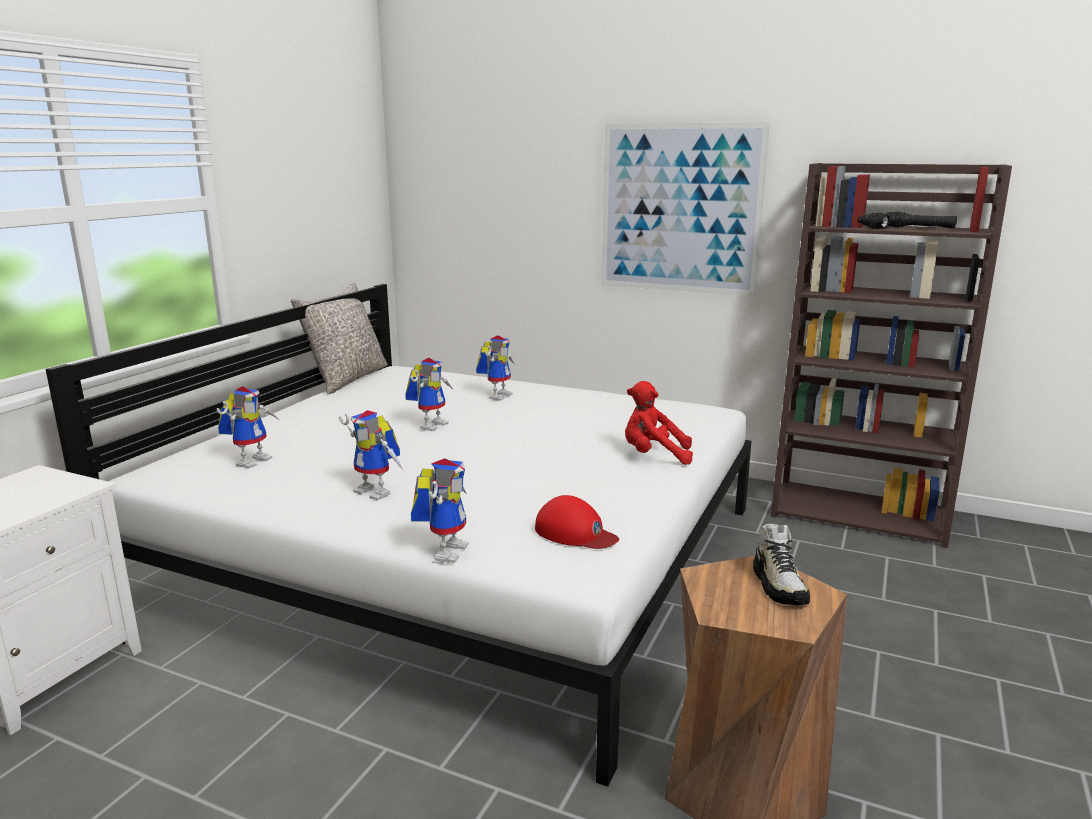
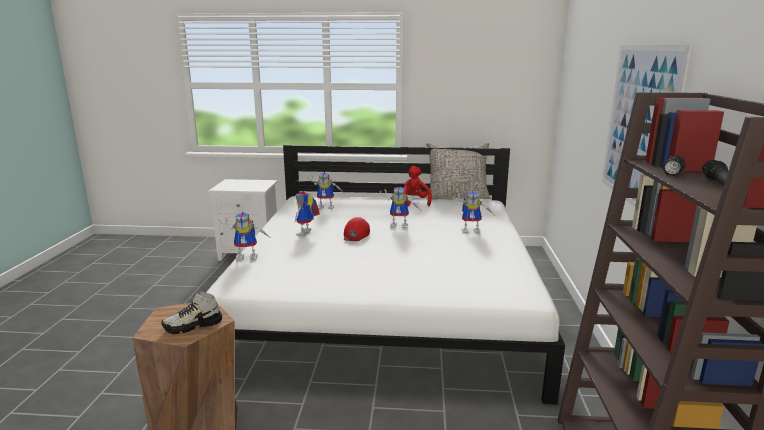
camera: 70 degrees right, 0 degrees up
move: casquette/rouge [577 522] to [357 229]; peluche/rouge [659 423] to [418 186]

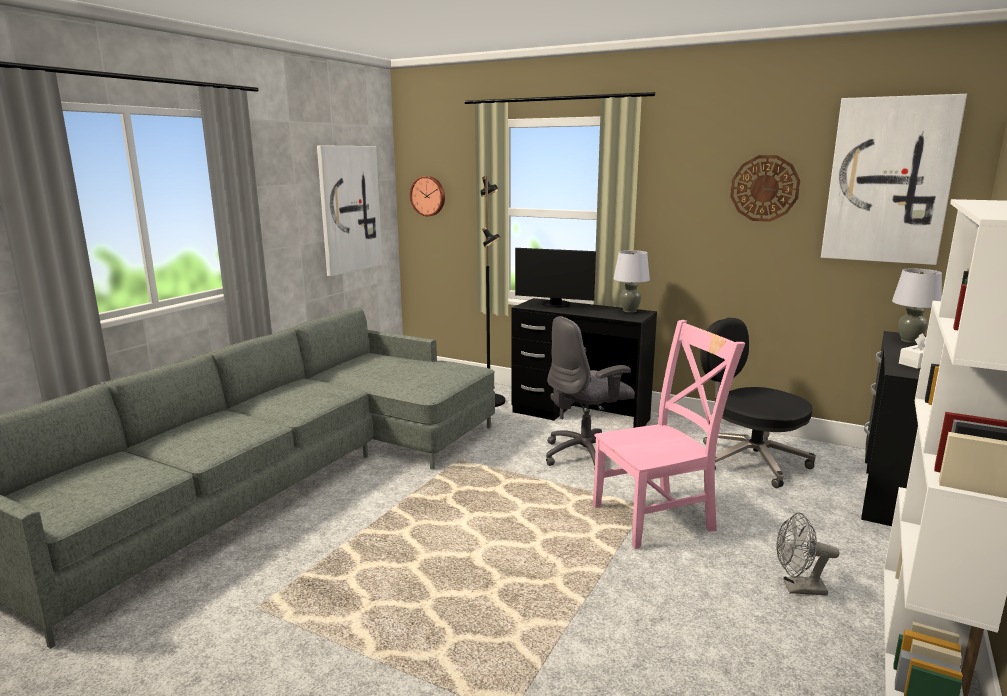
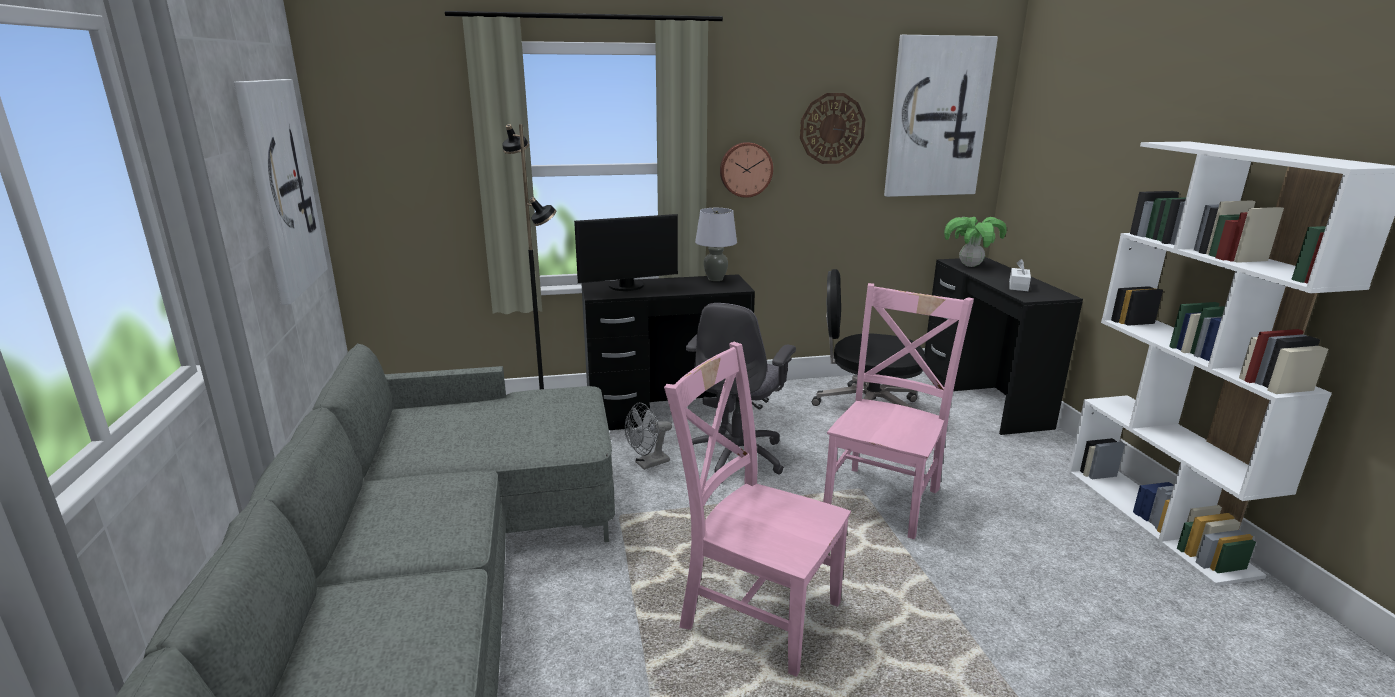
camera: 40 degrees left, 5 degrees up
insert: chaise/rose [757 509]
move: horloge murale [427 196] to [746 170]; ventilateur/gris [807 554] to [648 436]
replace: lampe de table/gris [917 305] to plante en pot [975 242]

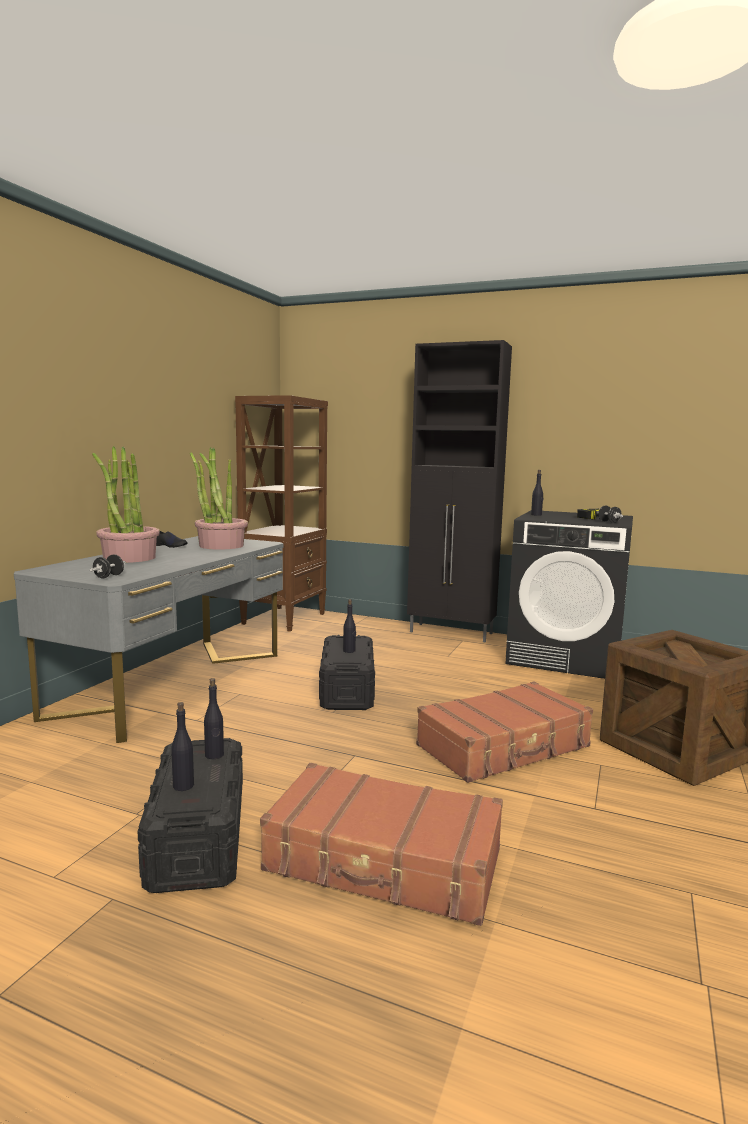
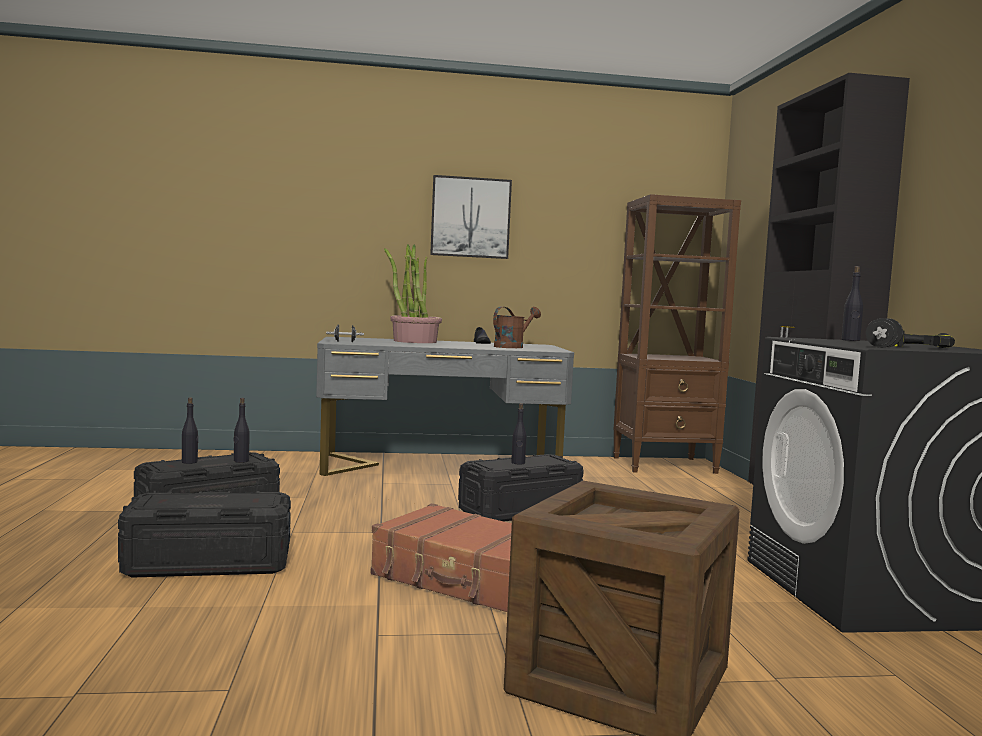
camera: 60 degrees right, 5 degrees down
insert: tableau [471 217]
replace: plante en pot [219 498] to arrosoir/marron [517 327]; valise/marron [381 844] to boîte de rangement/noir [204 534]

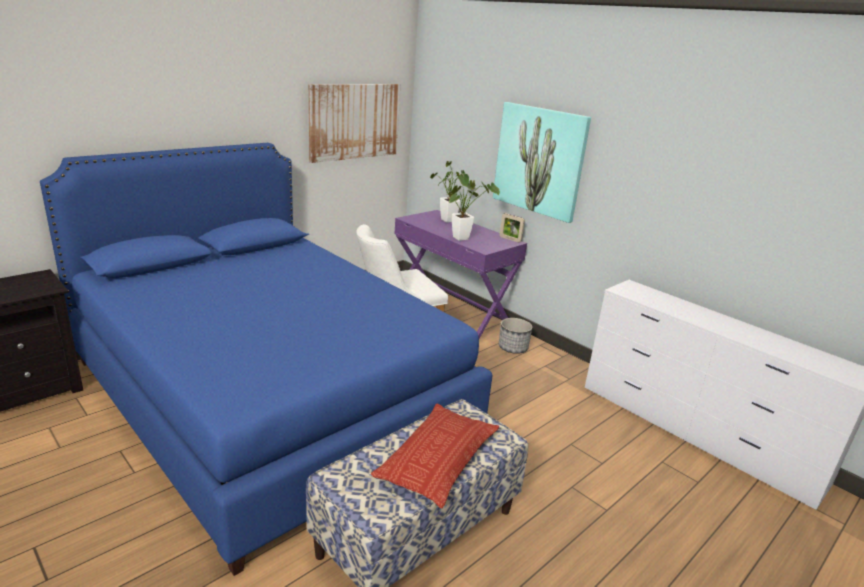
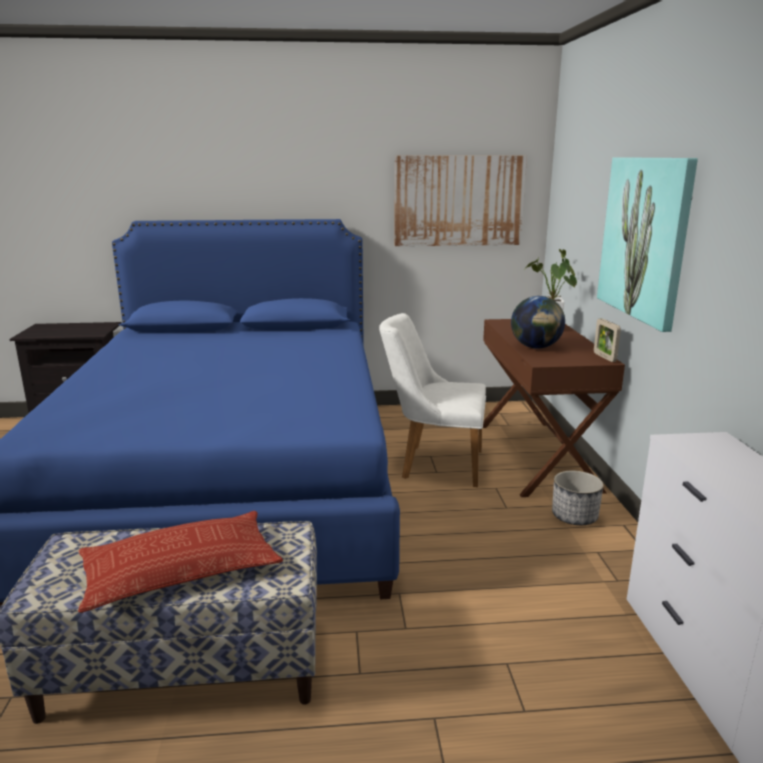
camera: 40 degrees right, 5 degrees down
replace: plante en pot [469 209] to globe [538 322]
recolor: bureau/violet [460 274] to bureau/marron [554 408]

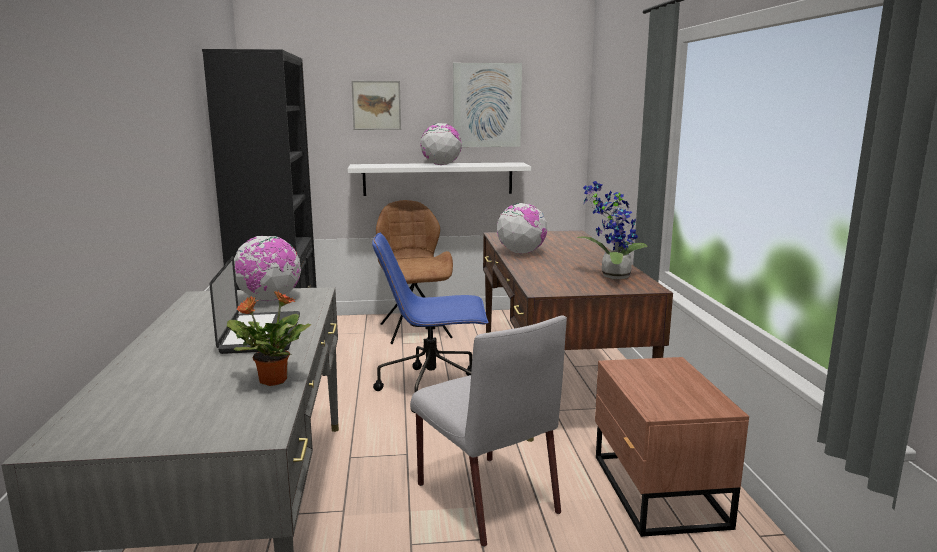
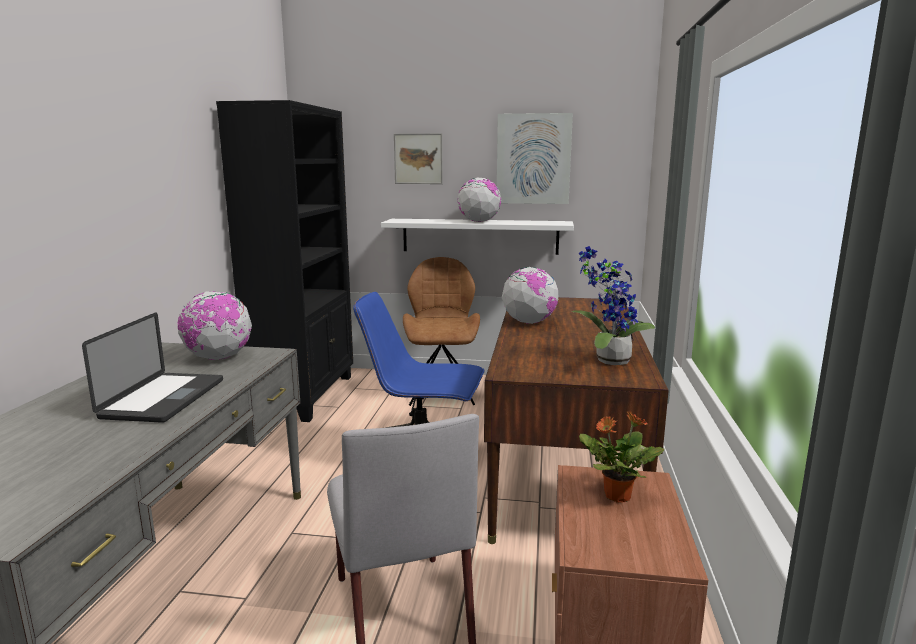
camera: 15 degrees right, 0 degrees up
move: plante en pot [269 338] to [621 457]

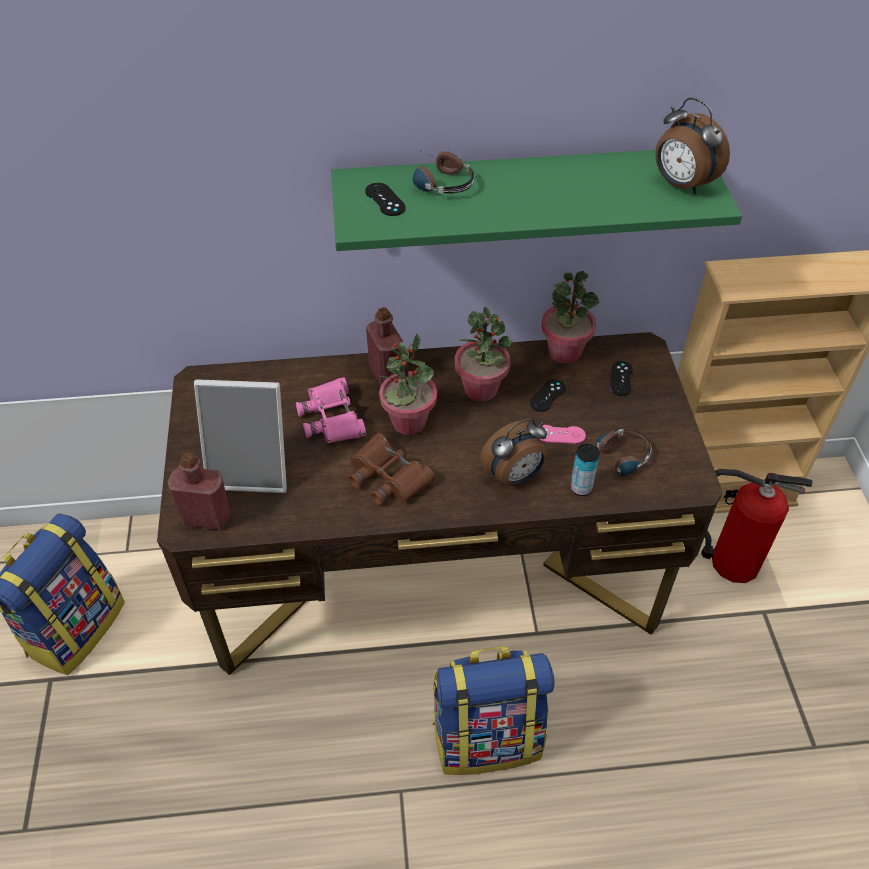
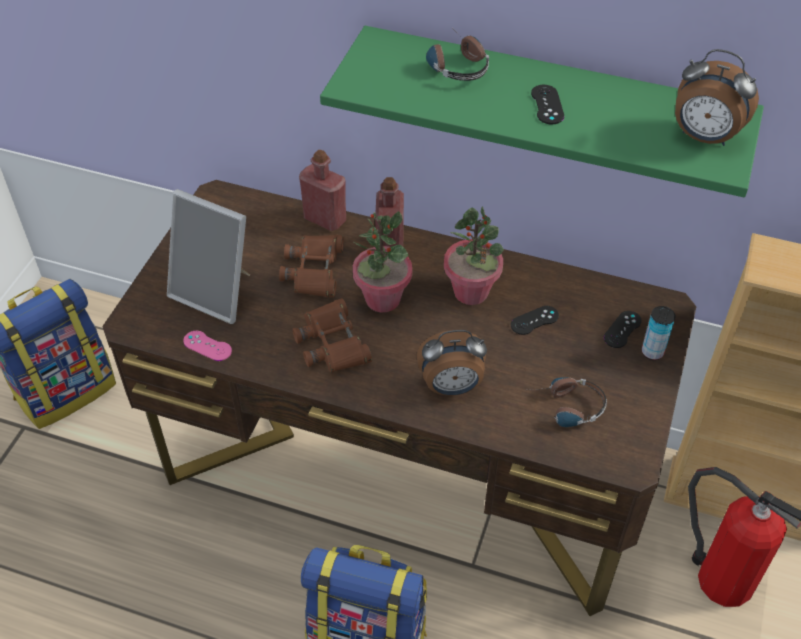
camera: 25 degrees right, 0 degrees up
delete: plante en pot [570 317]
move: bouteille/rouge [199 491] to [322 190]; manette/noir [385 199] to [547 104]; manette/rose [563 434] to [207 346]; boîte métallique [585 469] to [659 333]
recolor: jumelles/rose [331 410] to jumelles/marron [311 266]
rotate: réveil [692 146] = [717 97] 45 degrees counterclockwise

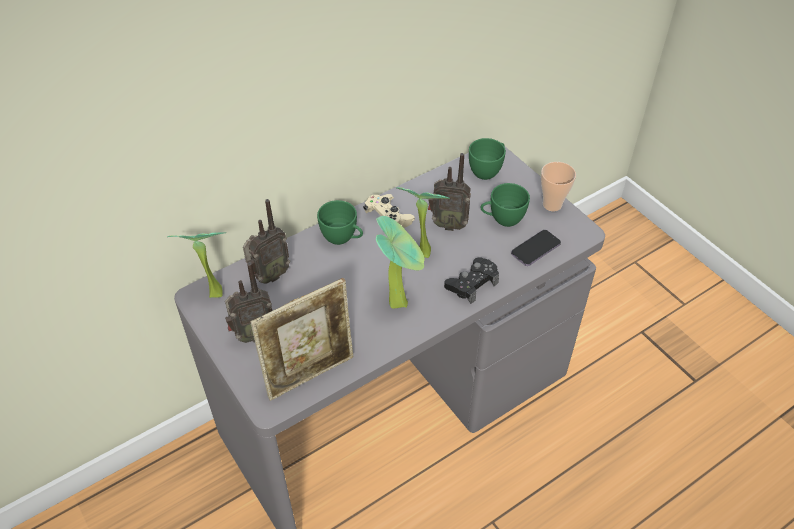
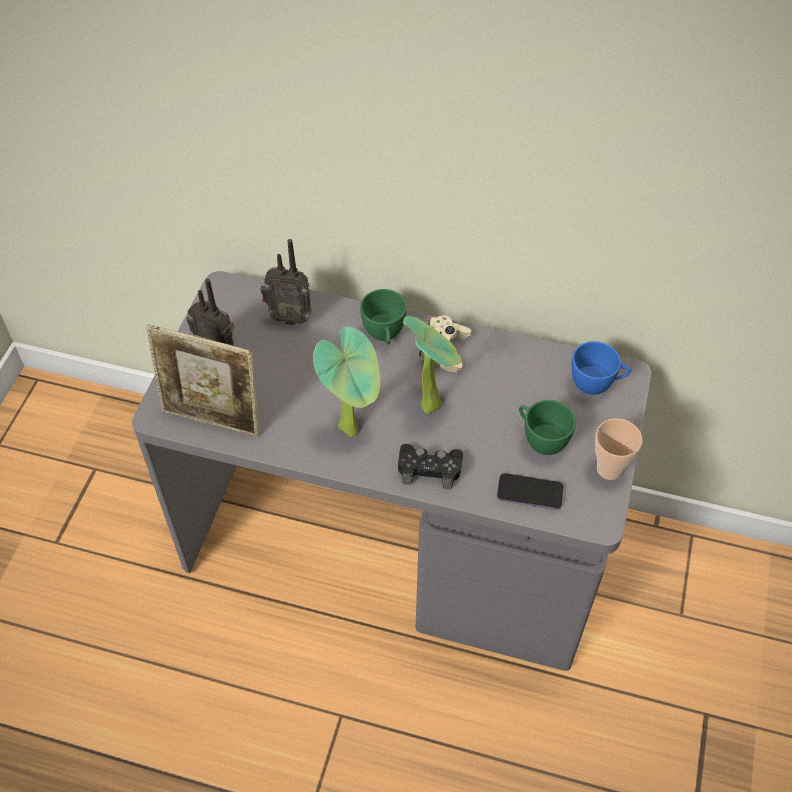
camera: 50 degrees right, 5 degrees up
delete: plante en pot [196 265]; radio [449 192]
recolor: tasse/vert [487 159] to tasse/bleu [601 368]

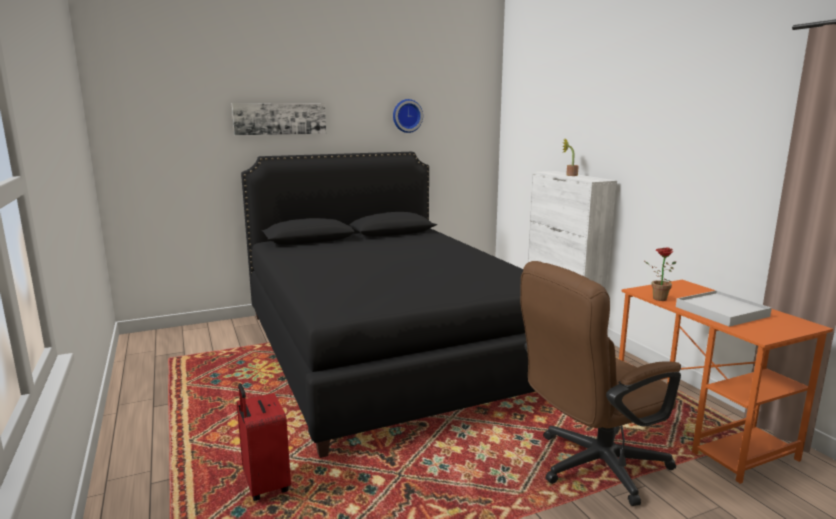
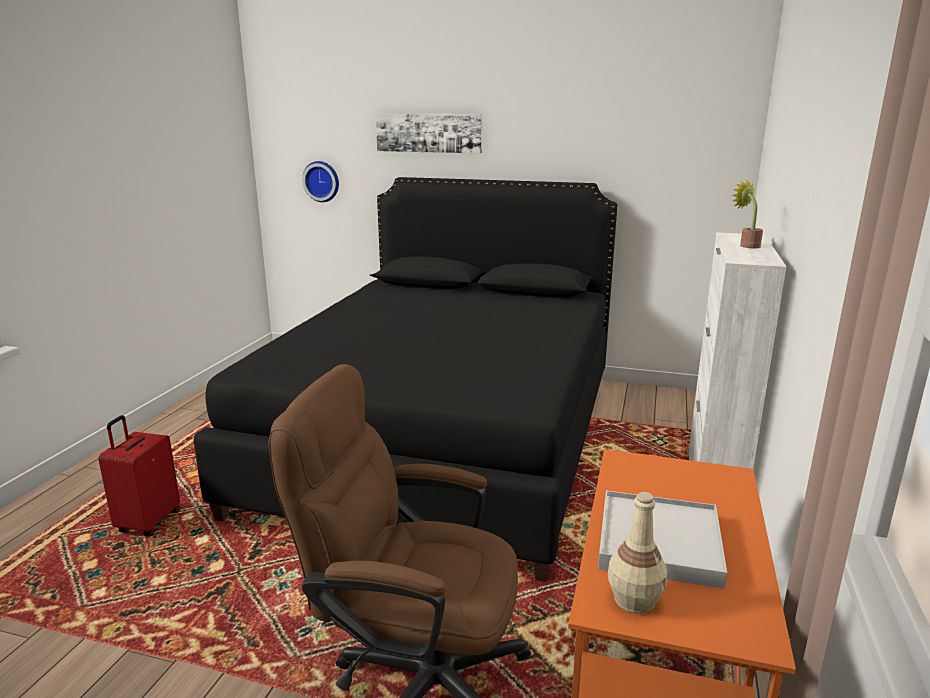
camera: 40 degrees right, 5 degrees up
delete: plante en pot [659 274]
insert: bouteille/beige [637 553]
move: horloge murale [408 116] to [320 181]

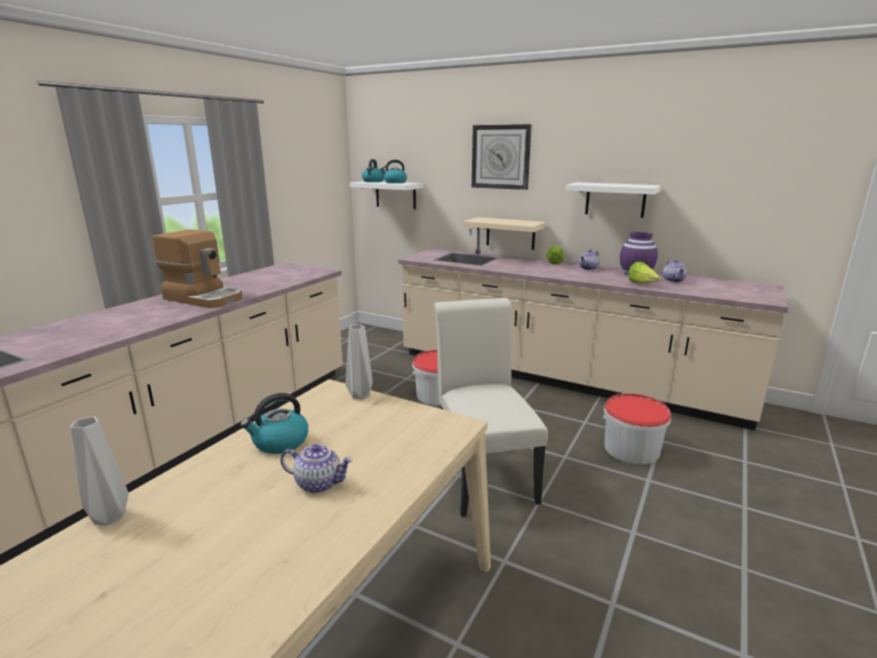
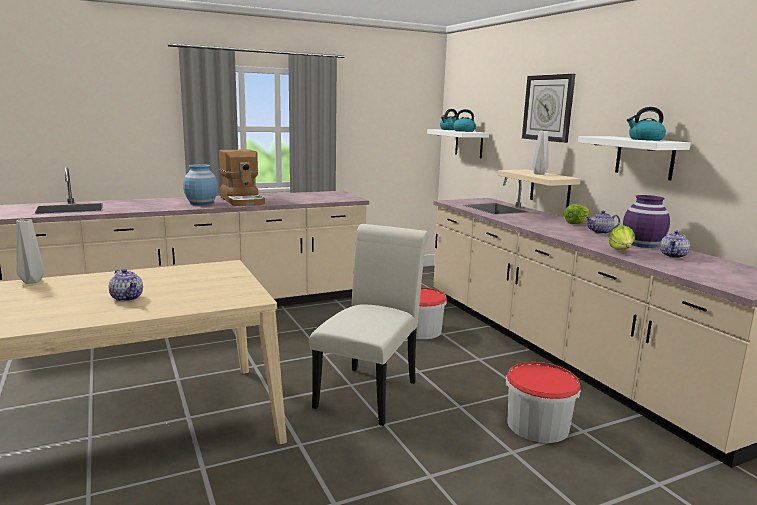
camera: 35 degrees right, 5 degrees down
insert: vase/bleu [200 184]
move: bouilloire [274 423] to [646 124]; vase/gris [359 361] to [540 153]

